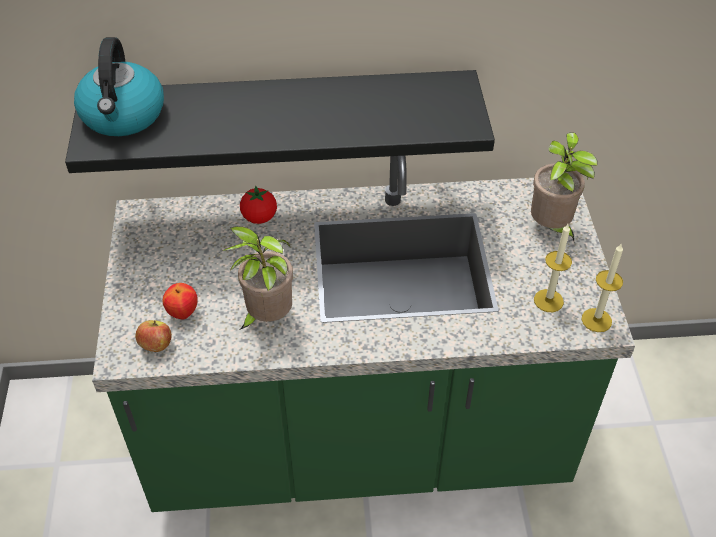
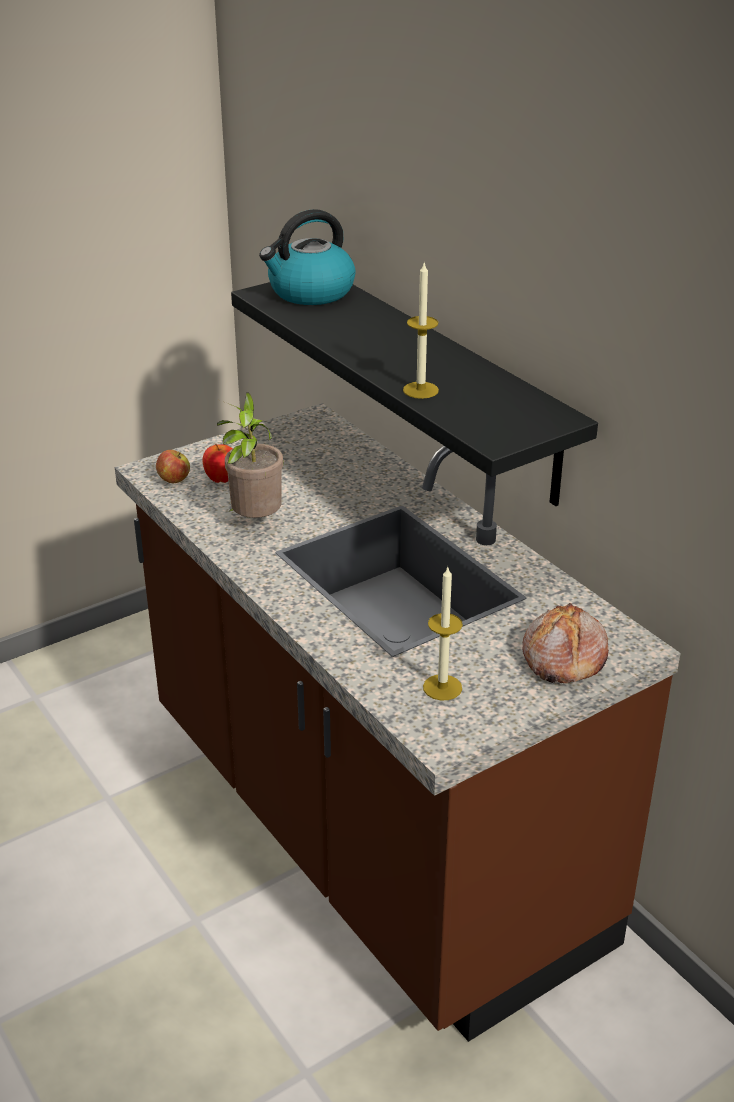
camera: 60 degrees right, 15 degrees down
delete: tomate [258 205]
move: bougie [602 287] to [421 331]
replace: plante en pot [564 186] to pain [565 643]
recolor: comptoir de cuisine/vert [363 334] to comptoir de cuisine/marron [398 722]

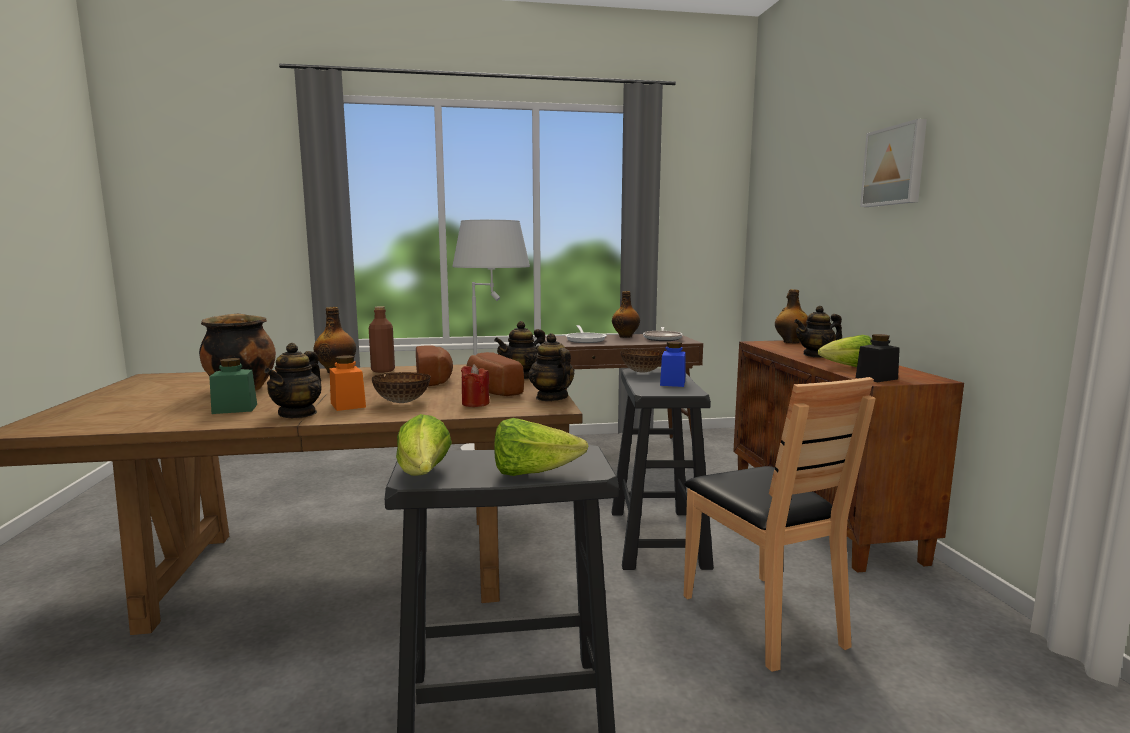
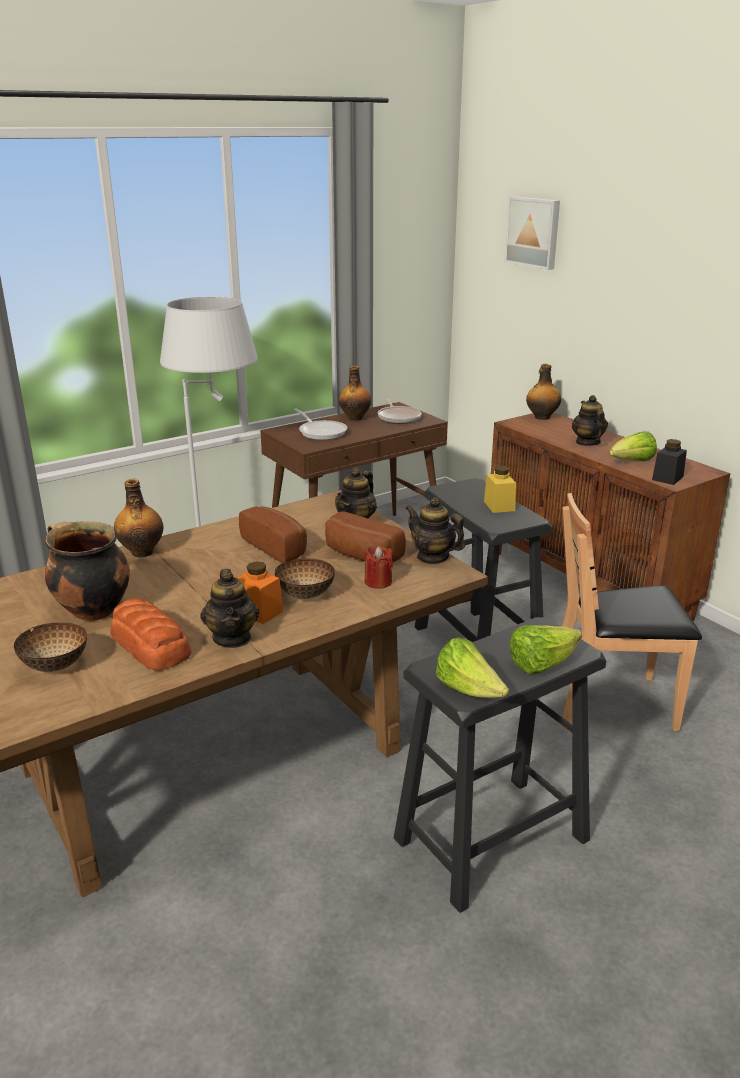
camera: 25 degrees left, 15 degrees up
delete: bouteille/marron [382 339]
move: bol [642 361] to [50 647]; tableau [893 163] to [532 233]
replace: bocal/vert [233 386] to pain [151 634]
recolor: bocal/bleu [672 364] to bocal/jaune [500 489]
rotate: chaise/marron [780 524] = [632 612] 135 degrees clockwise; théière [818 332] = [590 420] 120 degrees clockwise

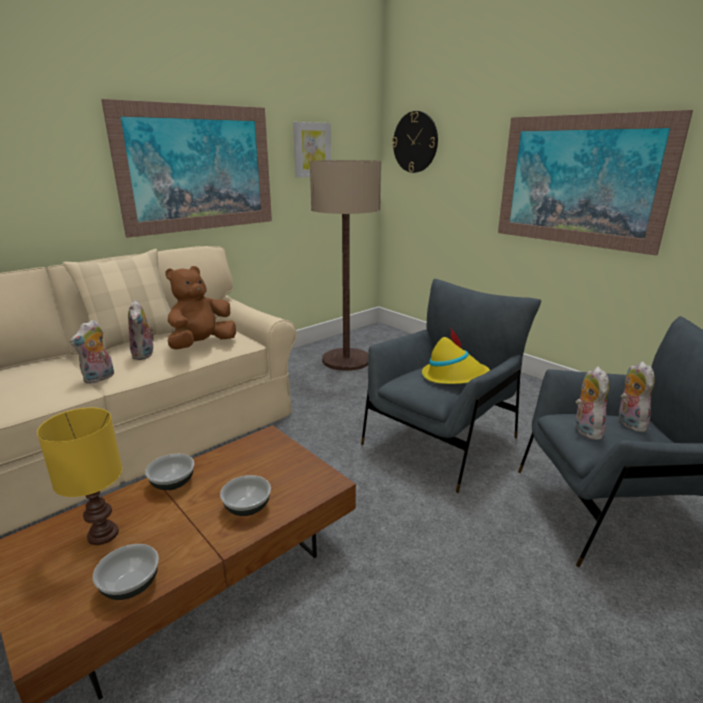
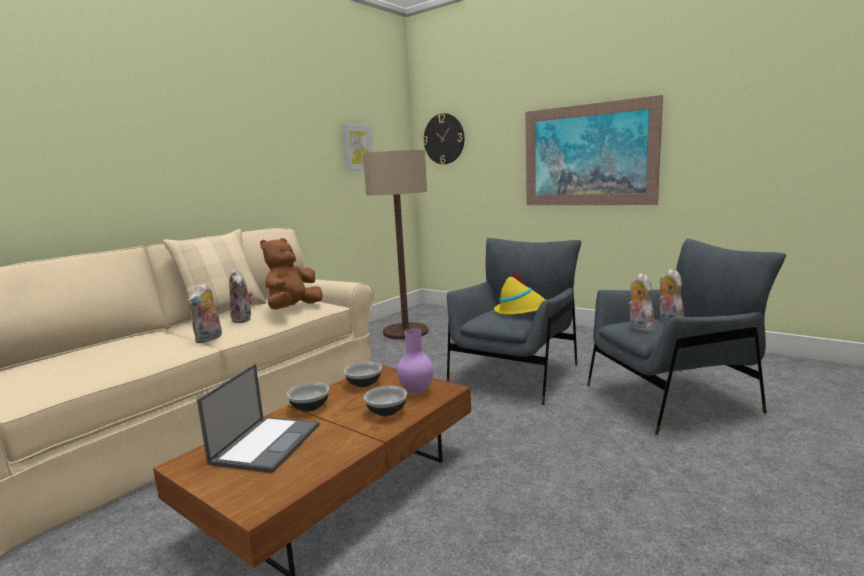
camera: 10 degrees left, 10 degrees down
delete: tableau [186 168]
insert: vase/violet [415 361]
move: bol [126 572] to [363 374]
replace: lampe de table/jaune [79 476] to ordinateur portable [258 418]

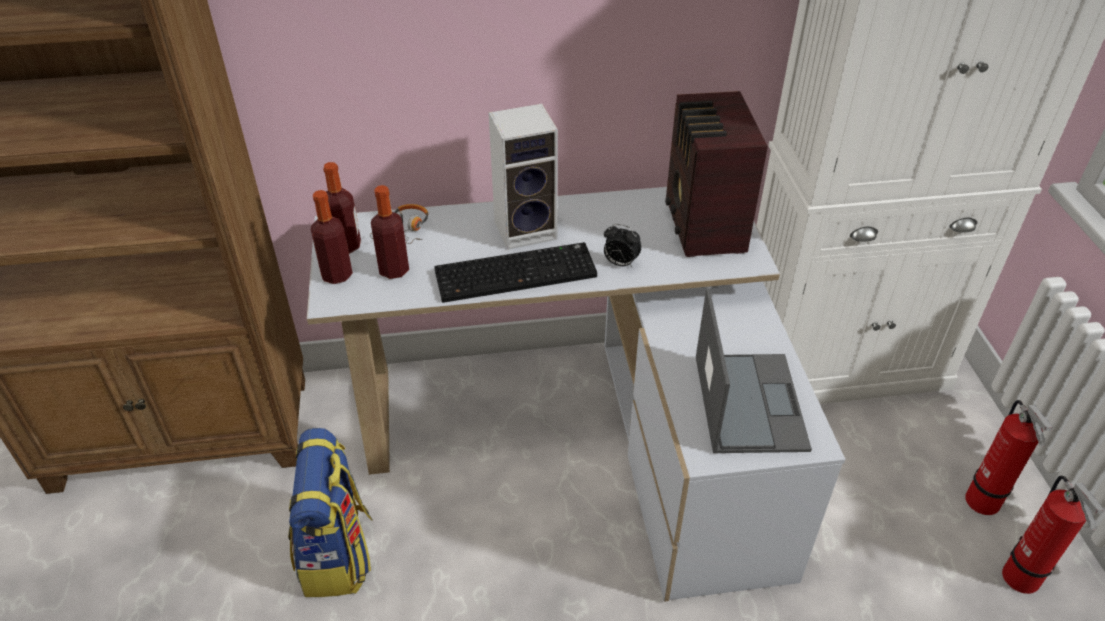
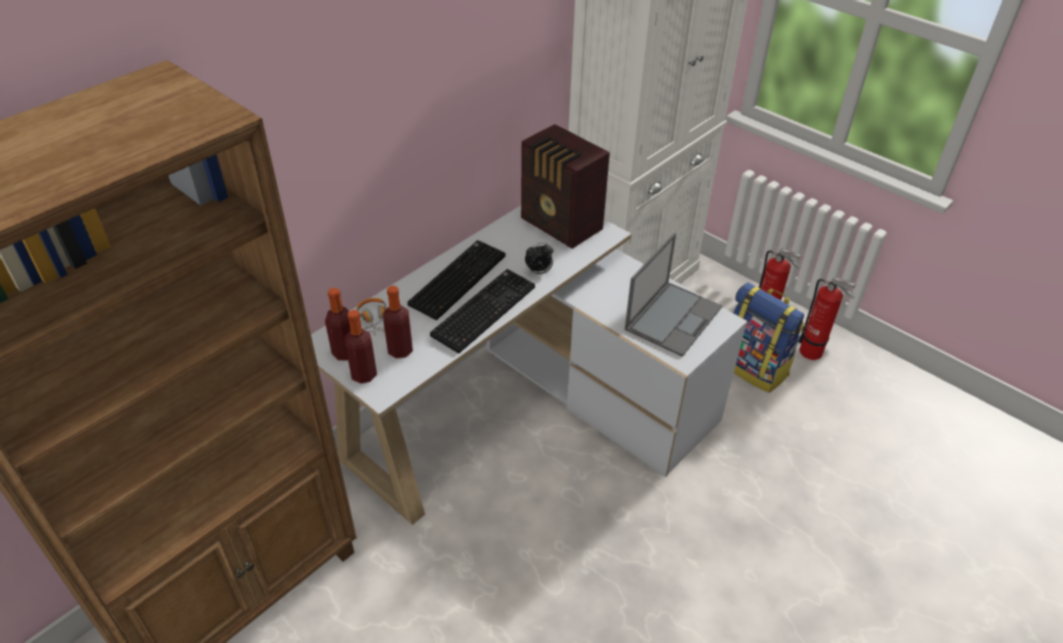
camera: 40 degrees left, 0 degrees up
move: sac à dos [330 512] to [768 338]
replace: enceinte [523 177] to clavier [456 280]
rotate: ordinateur portable [754 371] = [673 295] 75 degrees clockwise

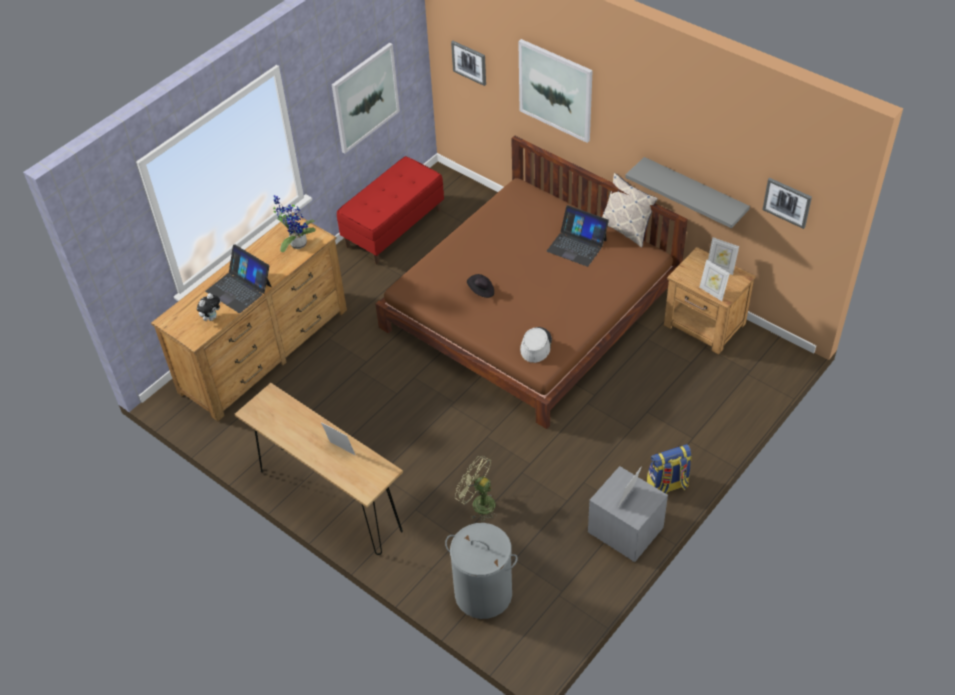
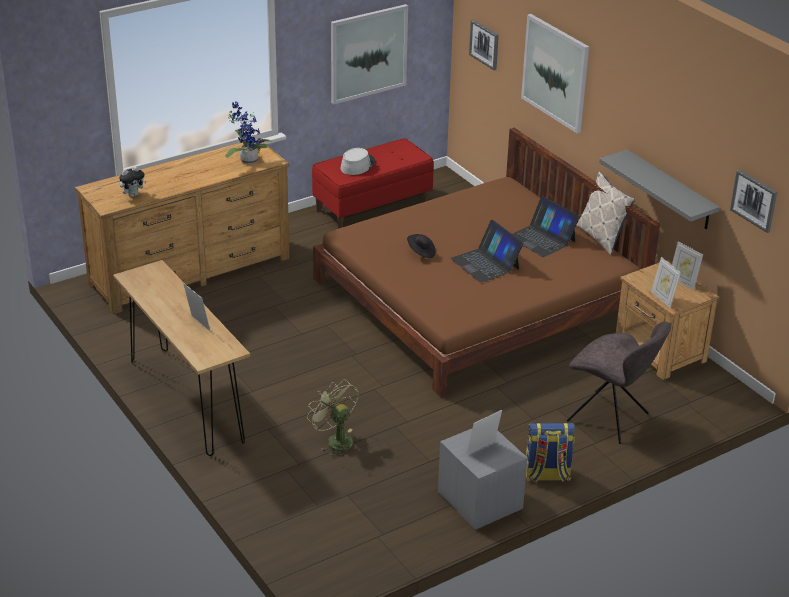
camera: 15 degrees right, 15 degrees down
delete: panier à linge/gris [481 571]
insert: chaise/gris [619 383]
move: ordinateur portable [238 278] to [487 251]; chapeau/gris [536 345] to [358 161]

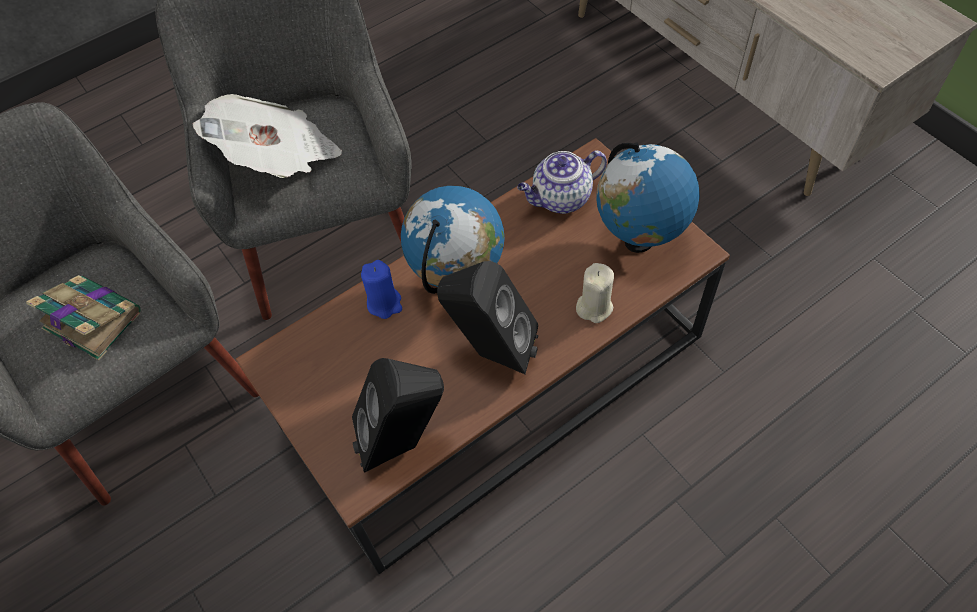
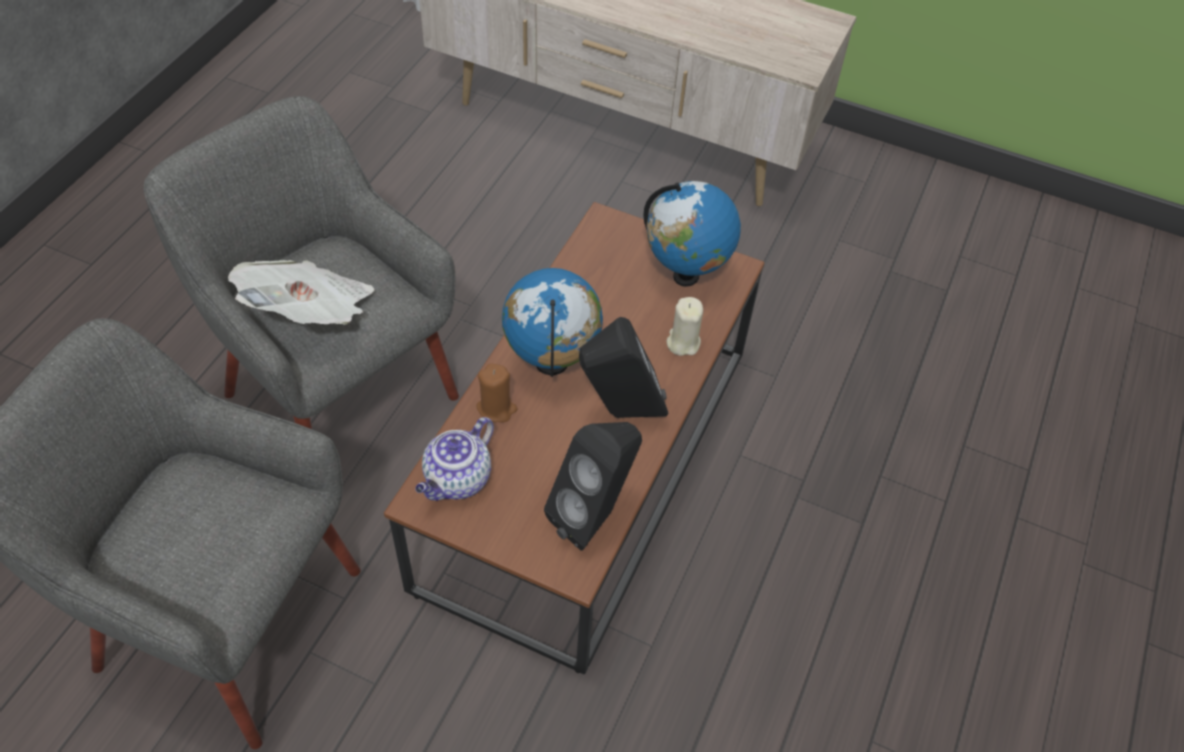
camera: 35 degrees left, 5 degrees down
delete: livre [83 318]
move: théière [562 182] to [454 459]
recolor: bougie/bleu [381 289] to bougie/marron [496 393]

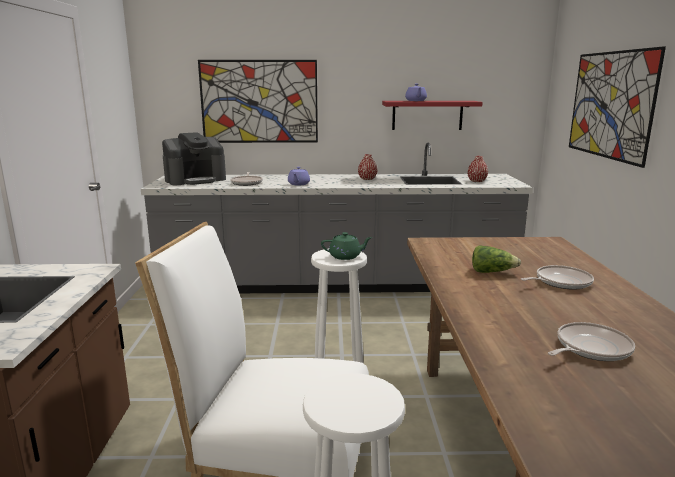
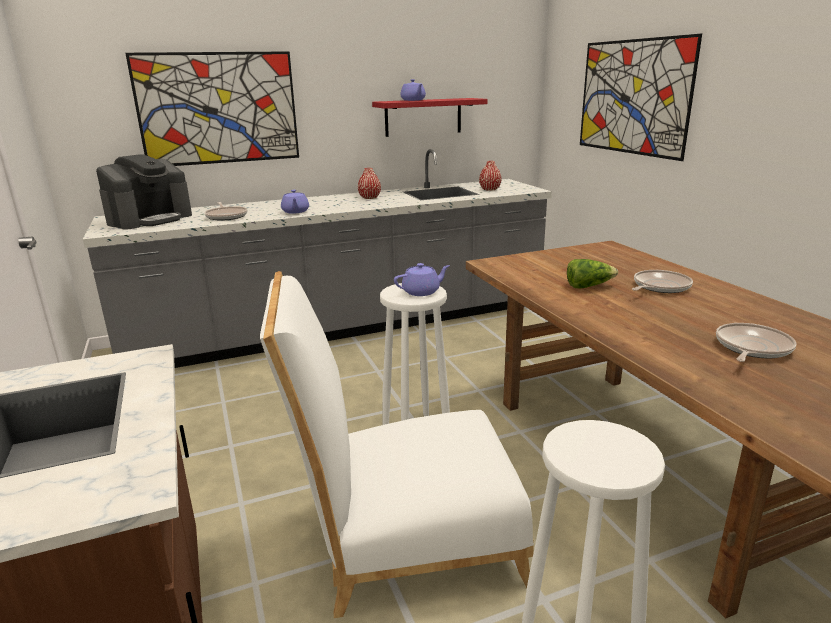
camera: 20 degrees left, 5 degrees up
recolor: théière/vert [346 246] to théière/violet [422 279]

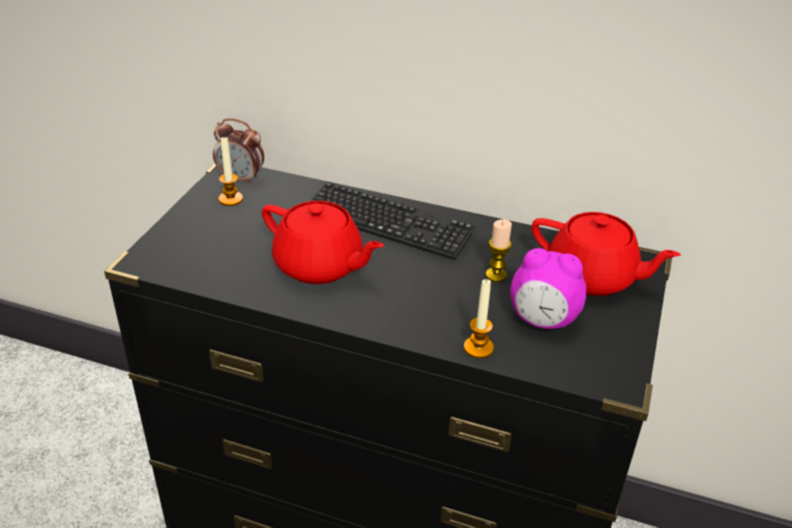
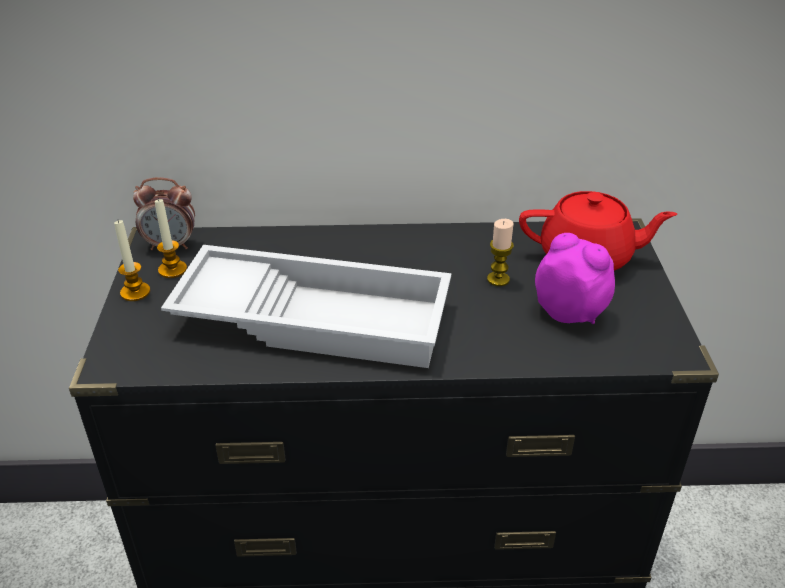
camera: 20 degrees left, 0 degrees up
delete: clavier [393 221]
move: bougie [479 318] to [132 260]
replace: théière/rouge [323 242] to plateau/blanc [306 306]
rotate: réveil [548 288] = [575 278] 135 degrees counterclockwise

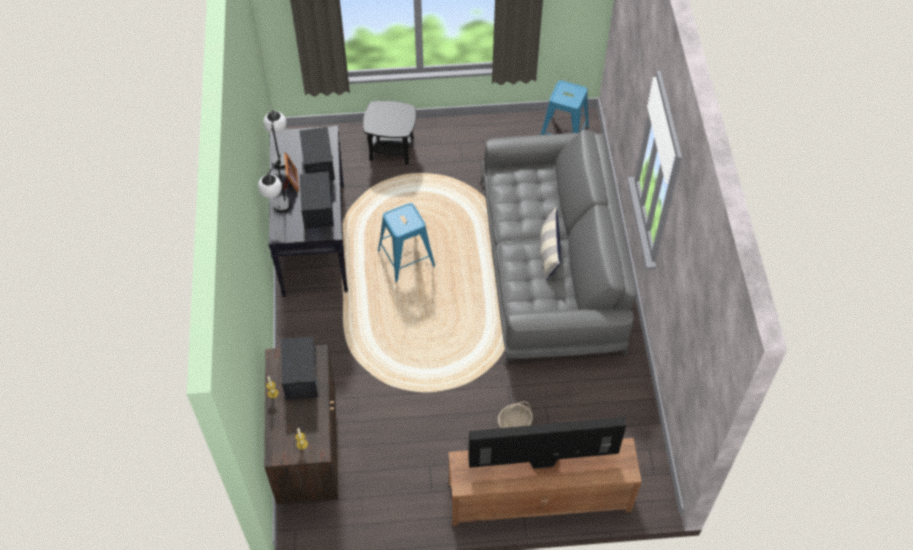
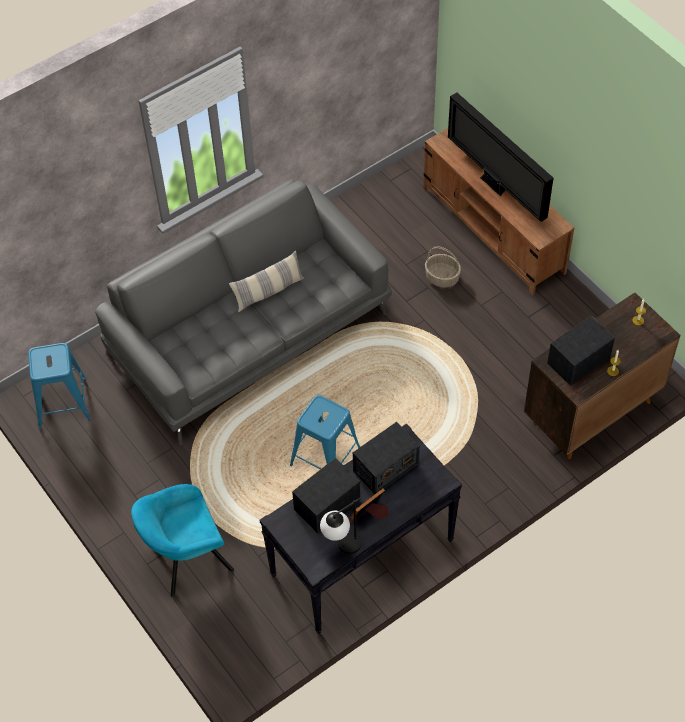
camera: 120 degrees left, 0 degrees up
delete: lampe de table [274 184]
replace: table d'appoint/noir [389 133] to fauteuil/turquoise [182 540]

